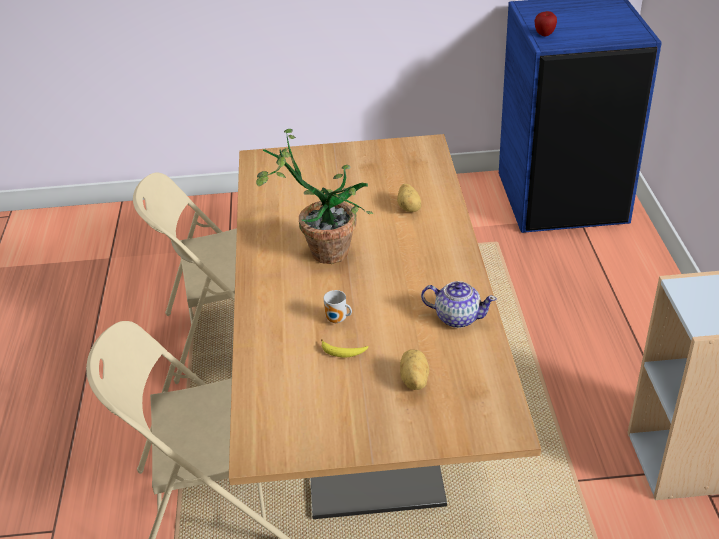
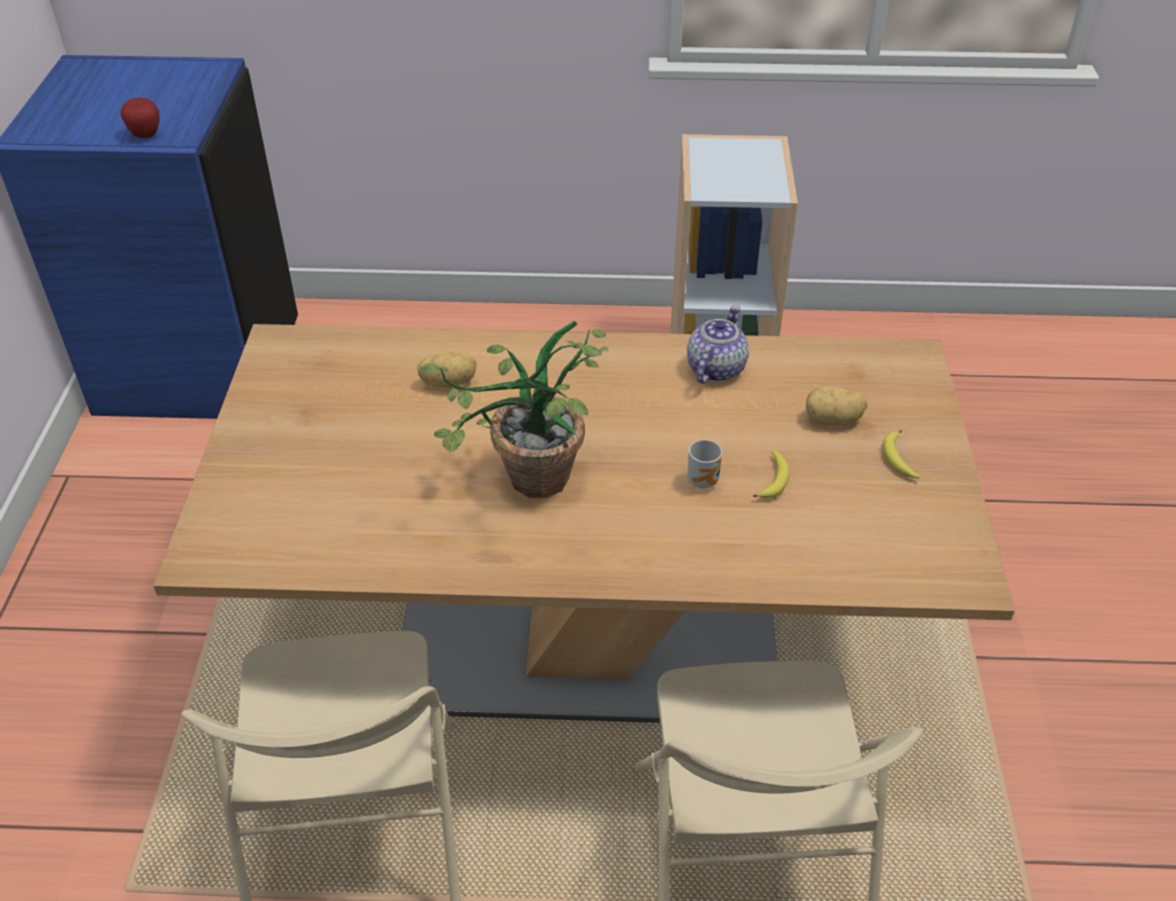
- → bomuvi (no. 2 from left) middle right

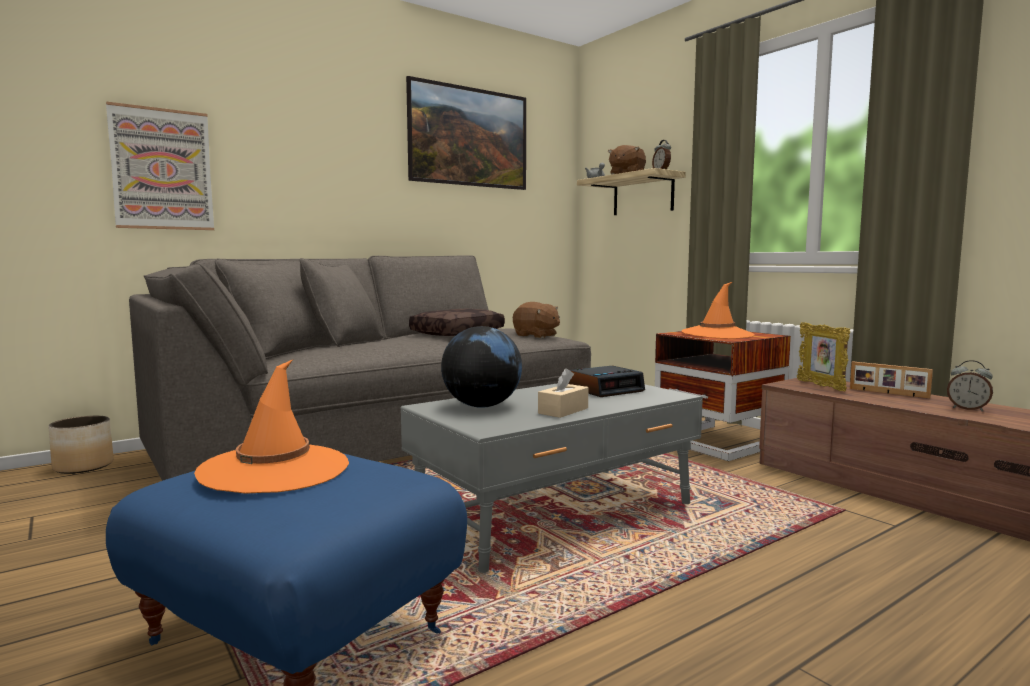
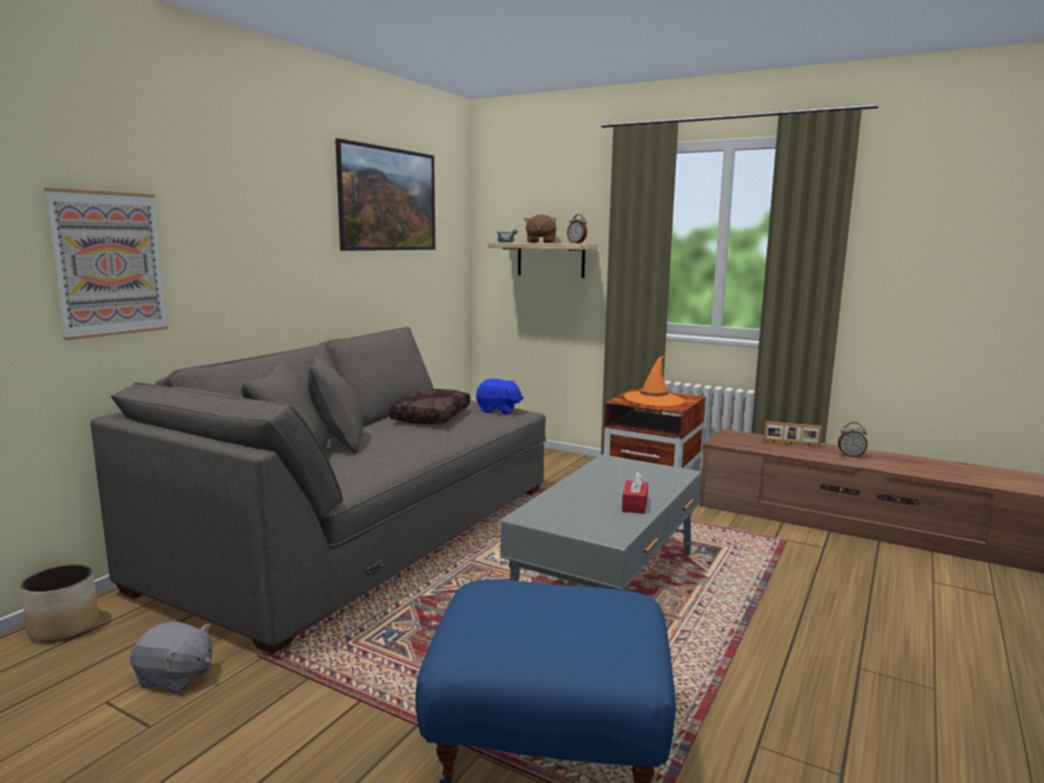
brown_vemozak (no. 1 from left) centre → blue_vemozak centre
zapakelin (no. 1 from left) middle right → -
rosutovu centre → -
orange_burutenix (no. 1 from left) middle left → -
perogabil (no. 1 from left) centre → -
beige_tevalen centre → red_tevalen centre
- → grey_vemozak bottom left

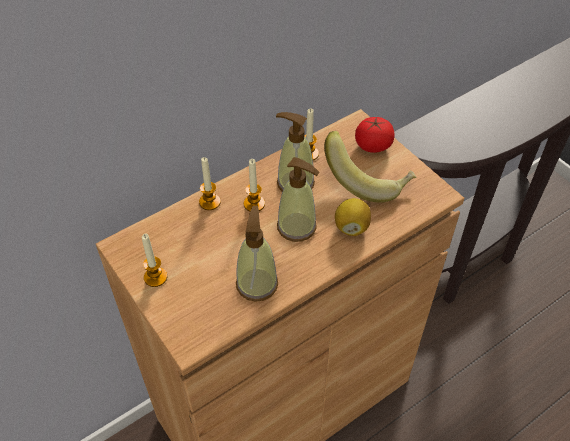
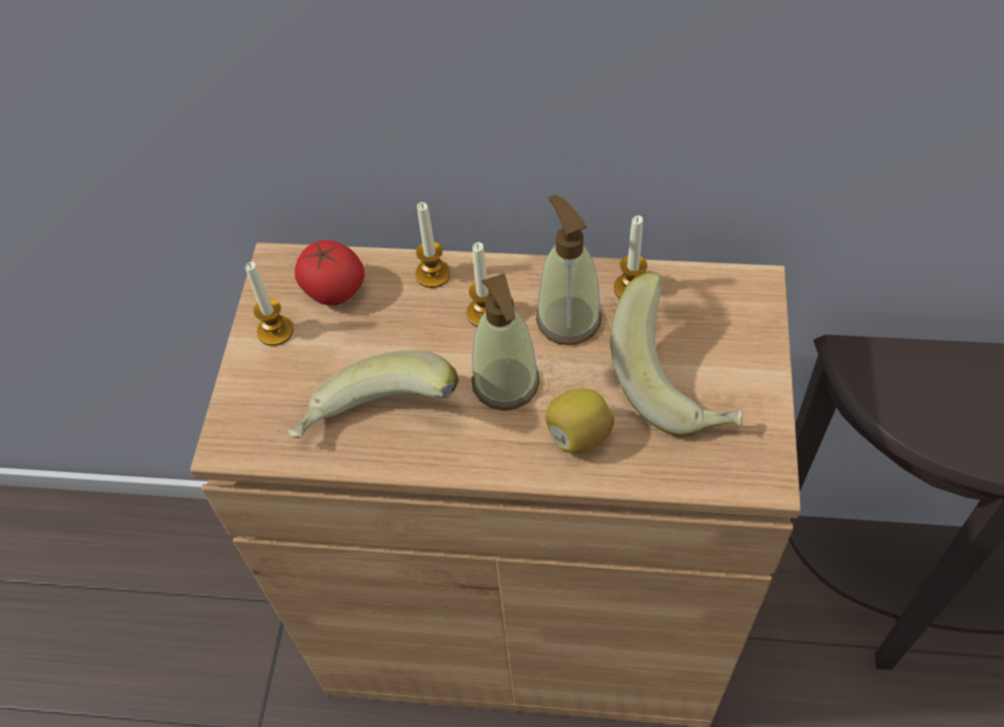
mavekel top centre → mavekel middle left, relocated
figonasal (no. 1 from left) centre → bomuvi (no. 1 from left) centre

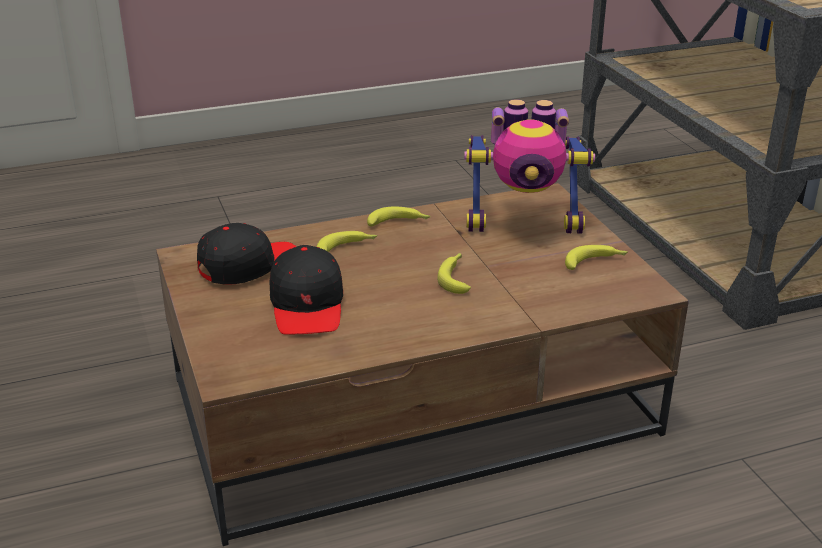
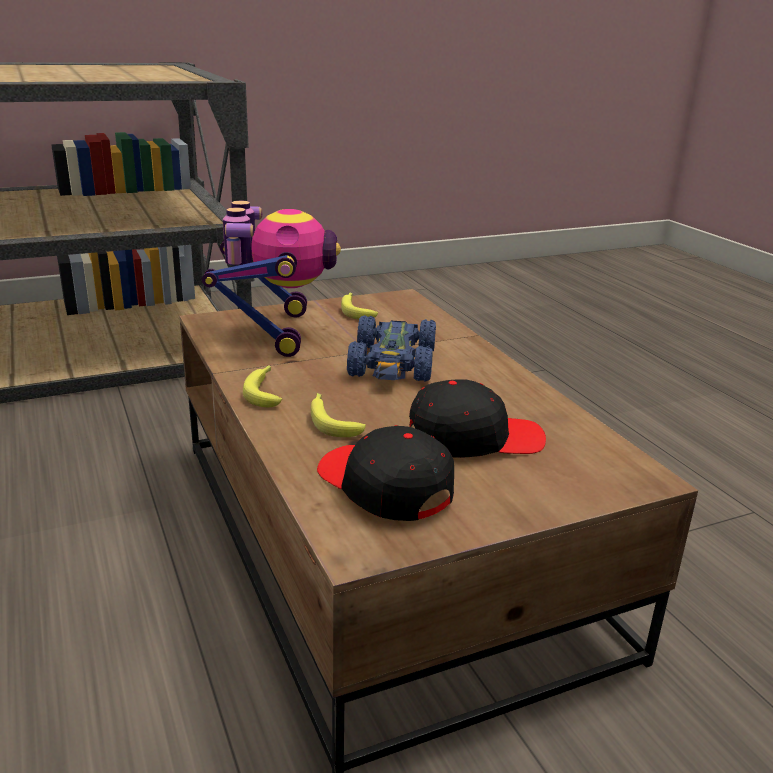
bomuvi (no. 3 from left) centre → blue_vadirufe centre

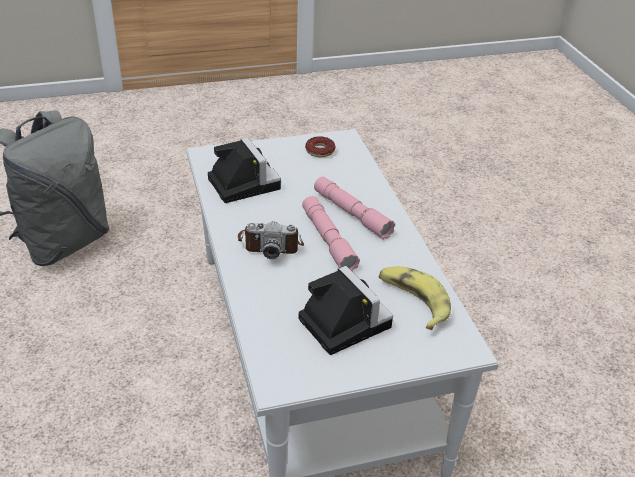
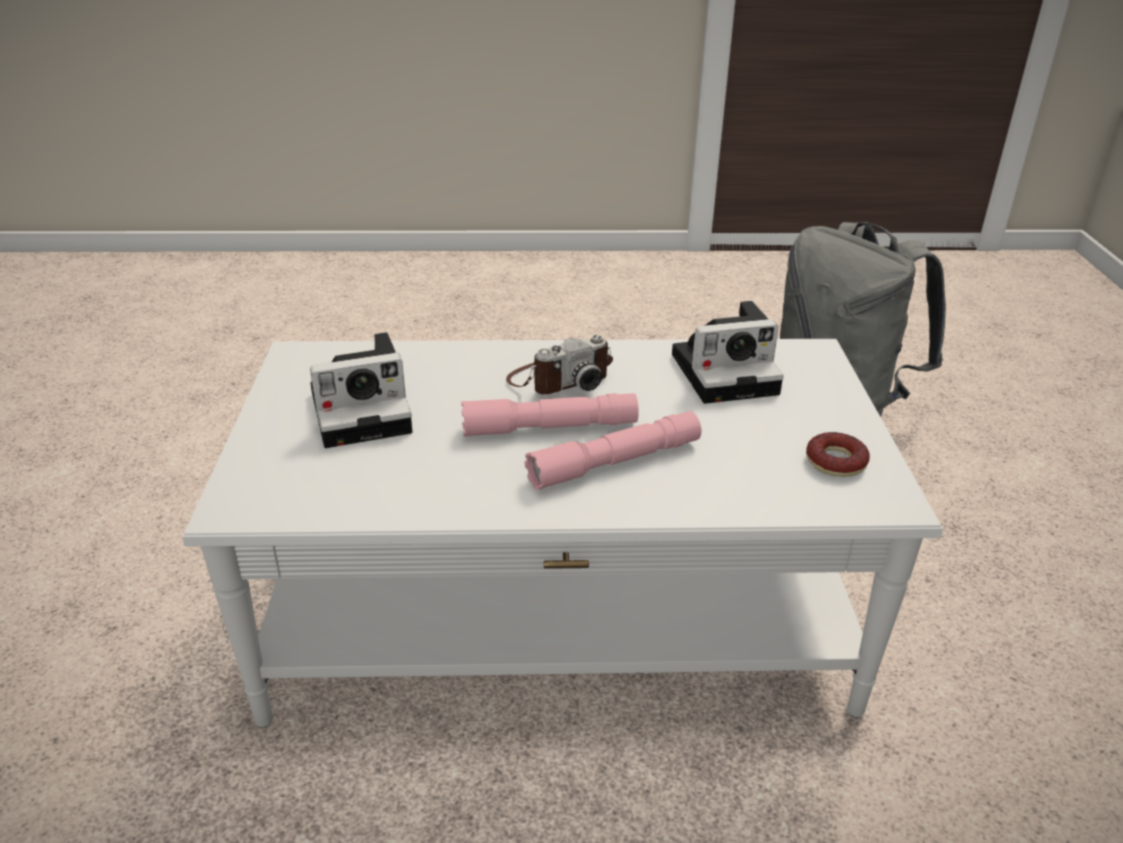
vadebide (no. 2 from left) centre, 135 degrees counterclockwise
bomuvi centre → -

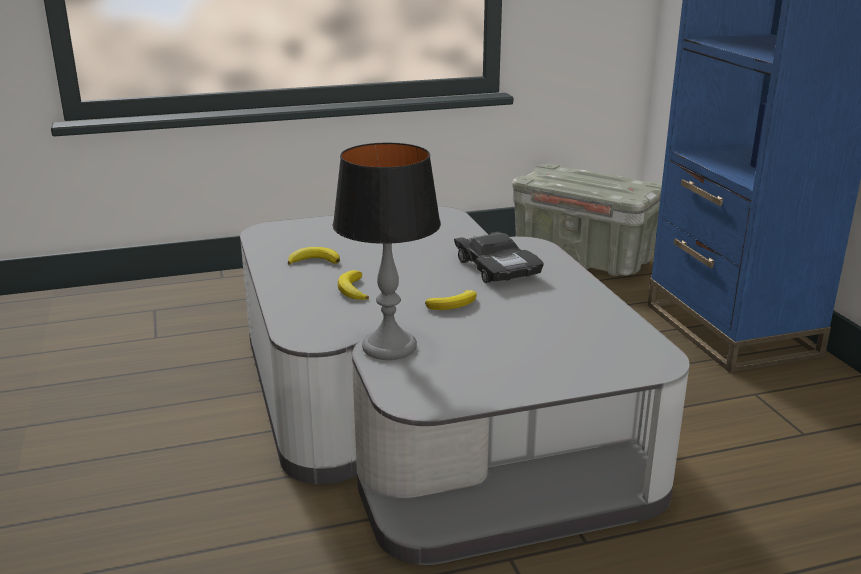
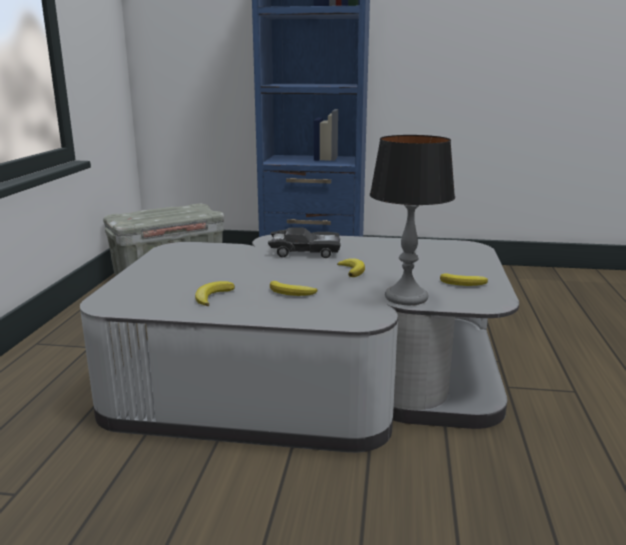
- → bomuvi (no. 4 from left) middle right

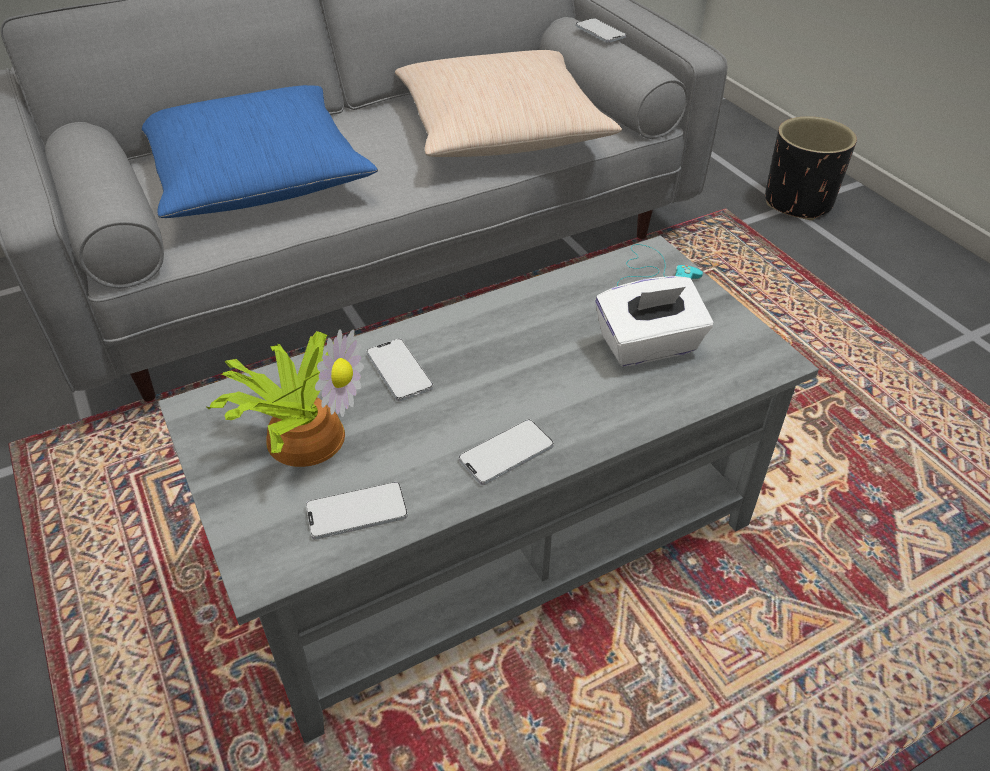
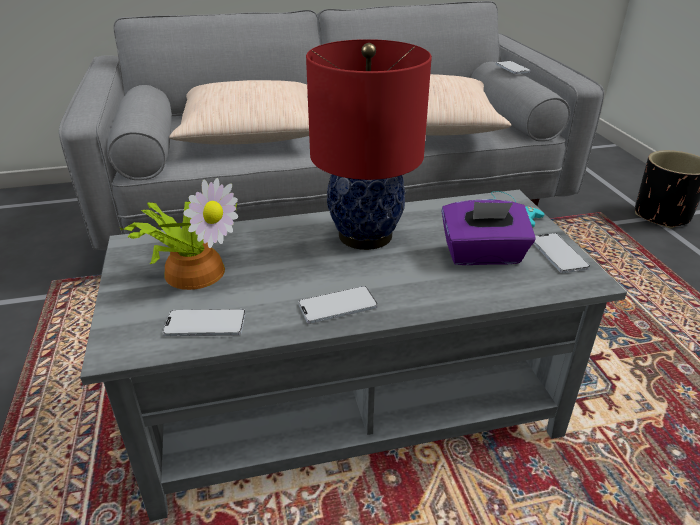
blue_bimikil top left → beige_bimikil (no. 1 from left) top centre
white_tevalen centre → purple_tevalen middle right
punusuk (no. 2 from left in the first image) centre → punusuk (no. 4 from left) middle right, relocated
- → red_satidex top centre

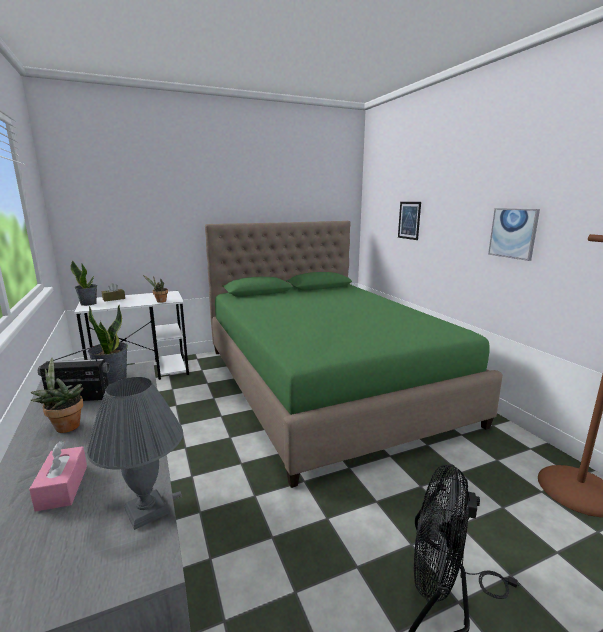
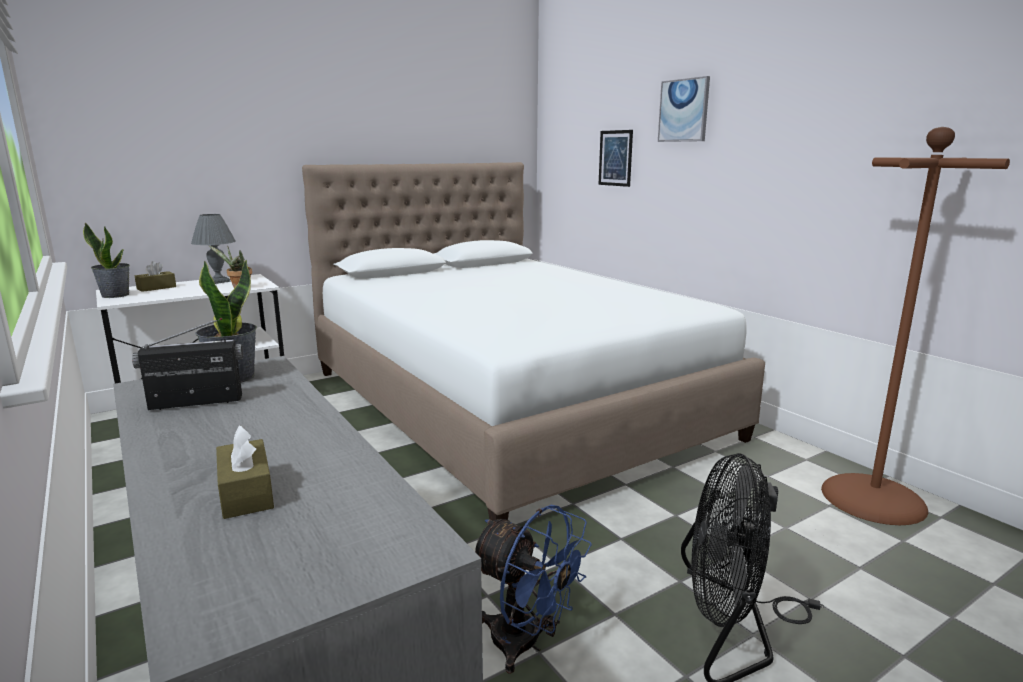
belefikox (no. 2 from left) middle right → belefikox (no. 2 from left) top right, relocated
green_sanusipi centre → white_sanusipi centre
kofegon (no. 1 from left) middle left → -
grey_satidex bottom left → grey_satidex middle left, relocated
pink_tevalen bottom left → brown_tevalen (no. 2 from left) bottom left
- → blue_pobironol bottom centre

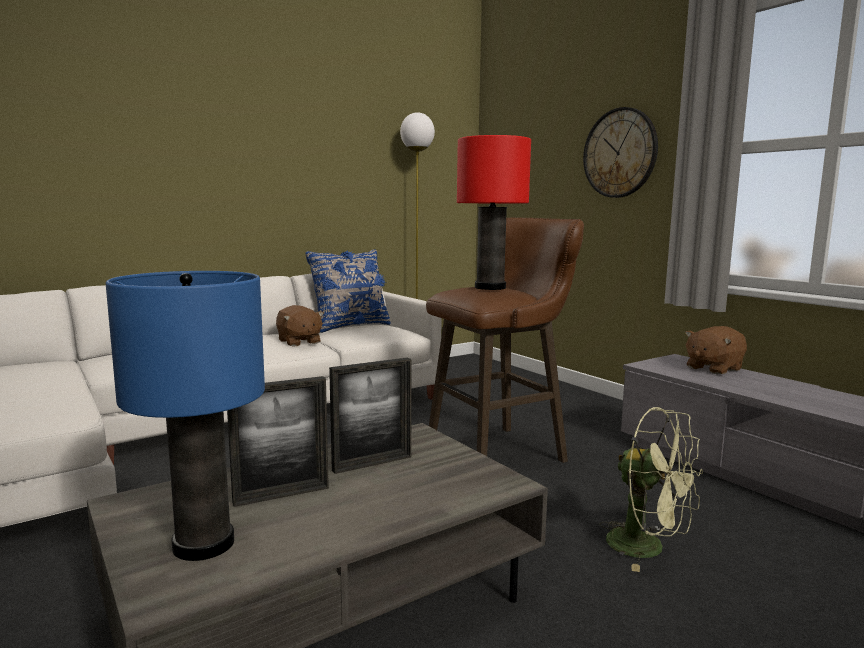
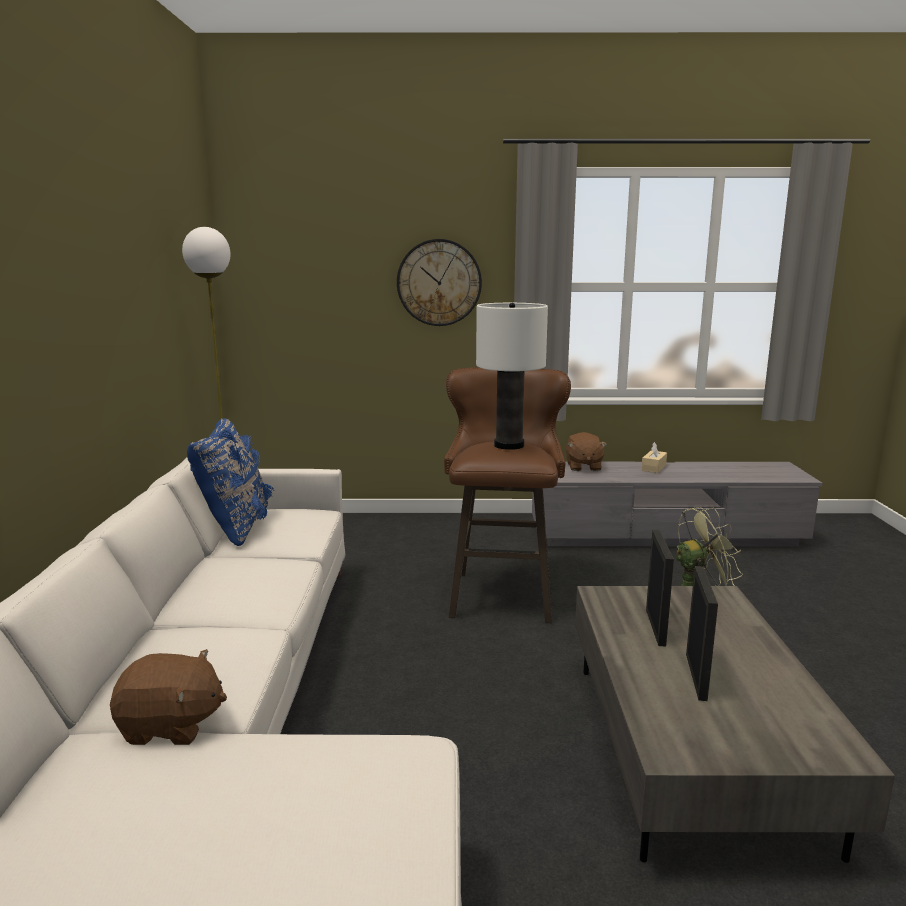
red_satidex top centre → white_satidex centre
blue_satidex middle left → -
brown_vemozak (no. 1 from left) centre → brown_vemozak (no. 1 from left) bottom left, relocated
- → beige_tevalen middle right

